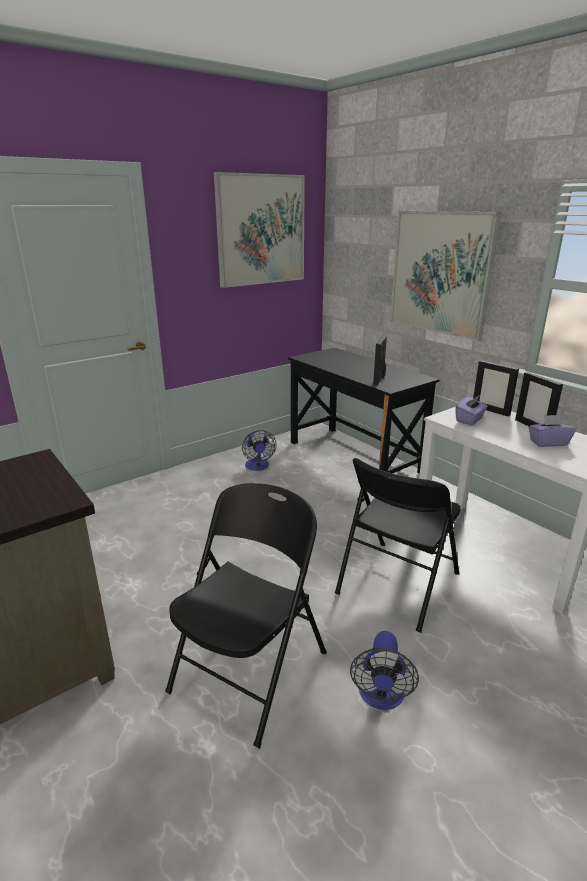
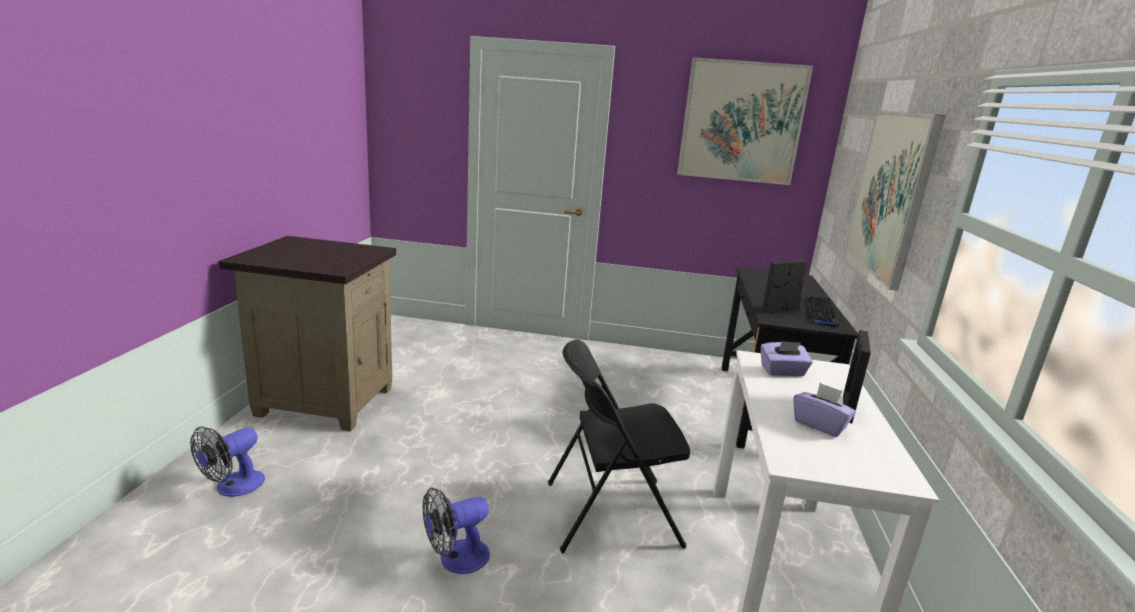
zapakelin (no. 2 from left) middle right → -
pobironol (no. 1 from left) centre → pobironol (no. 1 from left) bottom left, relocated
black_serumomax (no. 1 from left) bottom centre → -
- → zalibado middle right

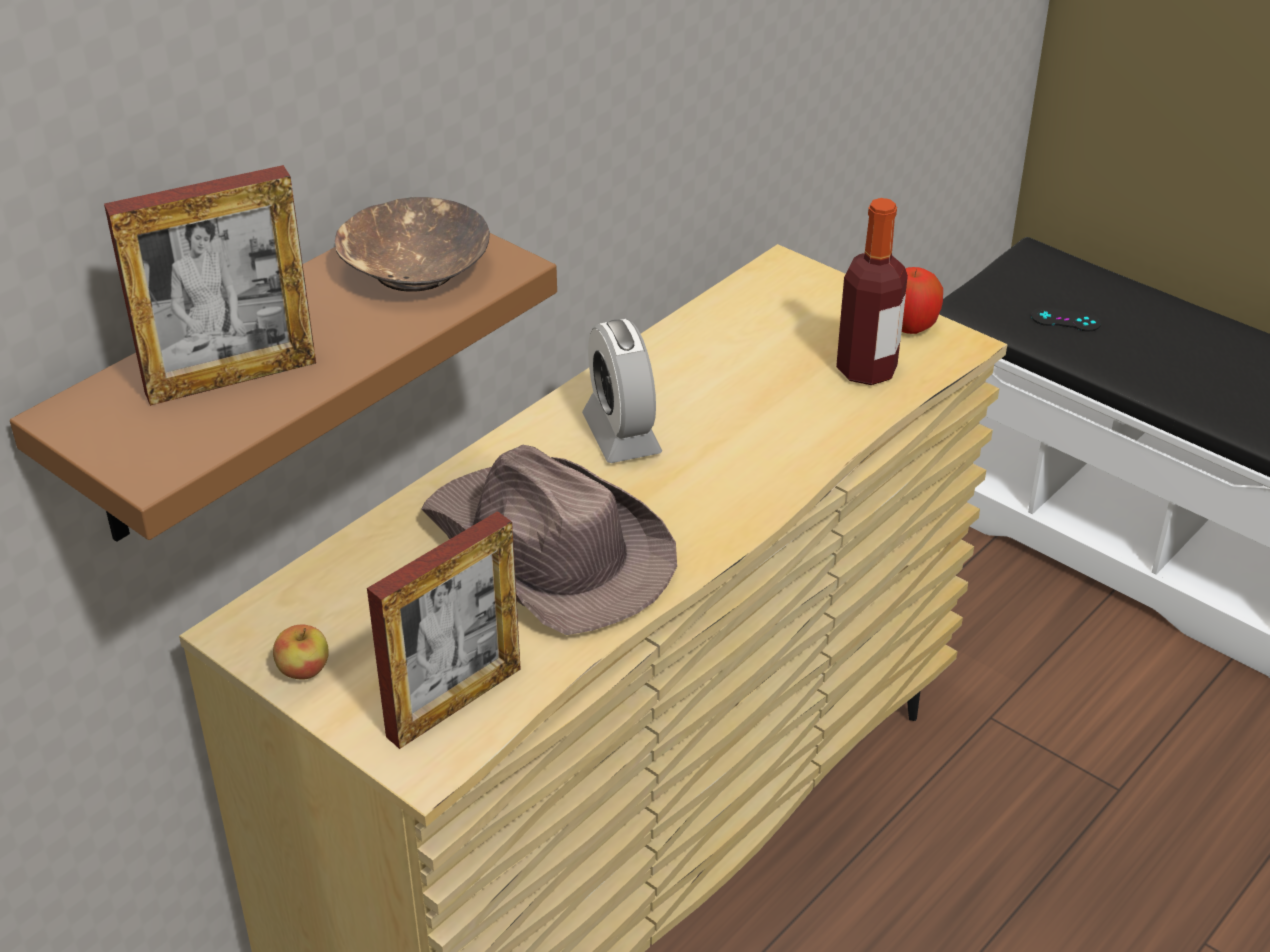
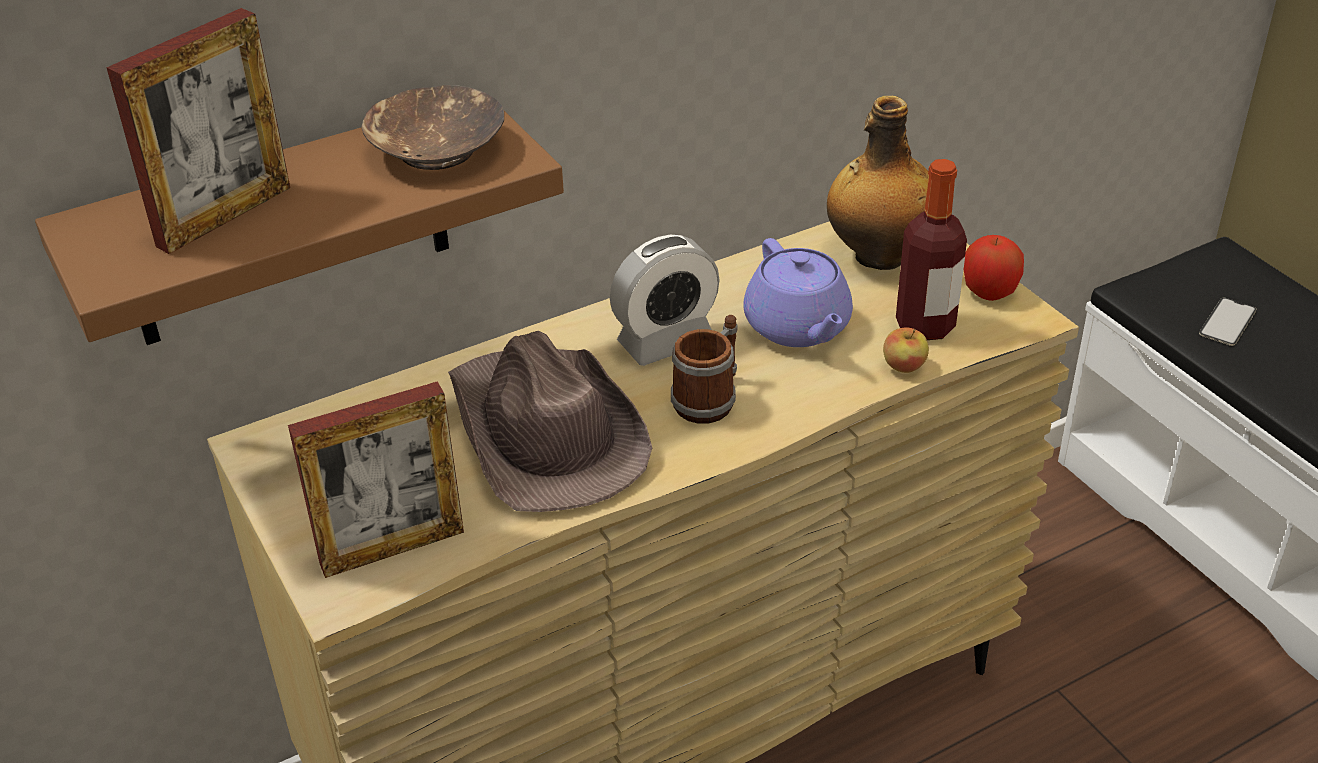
zapakelin (no. 1 from left) top left, 45 degrees counterclockwise
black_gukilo middle right → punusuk middle right
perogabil centre, 120 degrees counterclockwise
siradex (no. 1 from left) bottom left → siradex (no. 1 from left) middle right, relocated
- → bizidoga (no. 1 from left) top centre
- → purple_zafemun centre
- → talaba centre

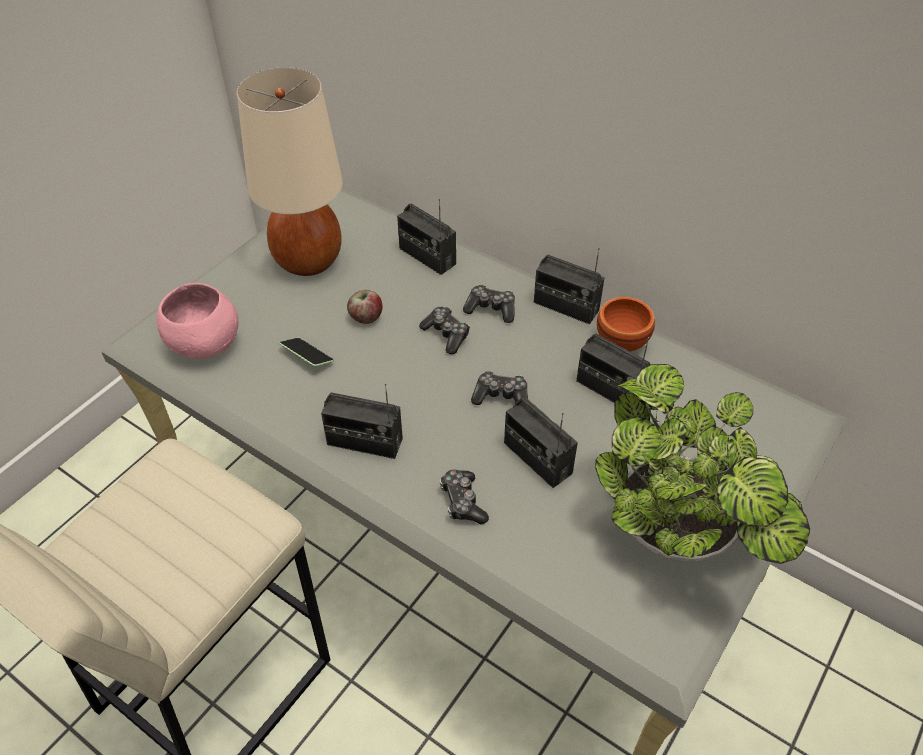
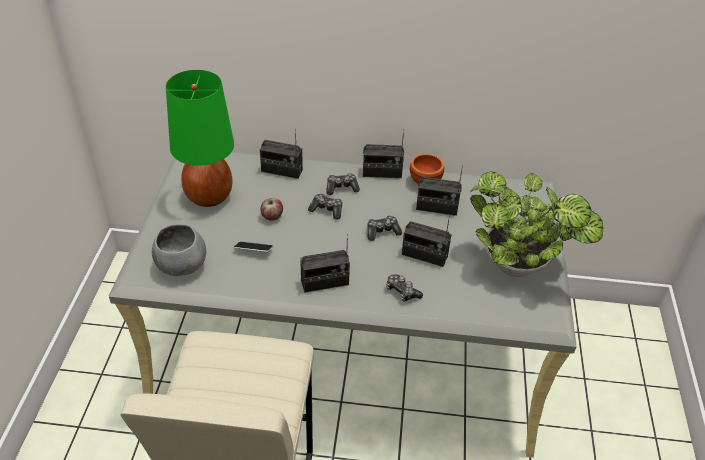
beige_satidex top left → green_satidex top left
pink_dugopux middle left → grey_dugopux middle left

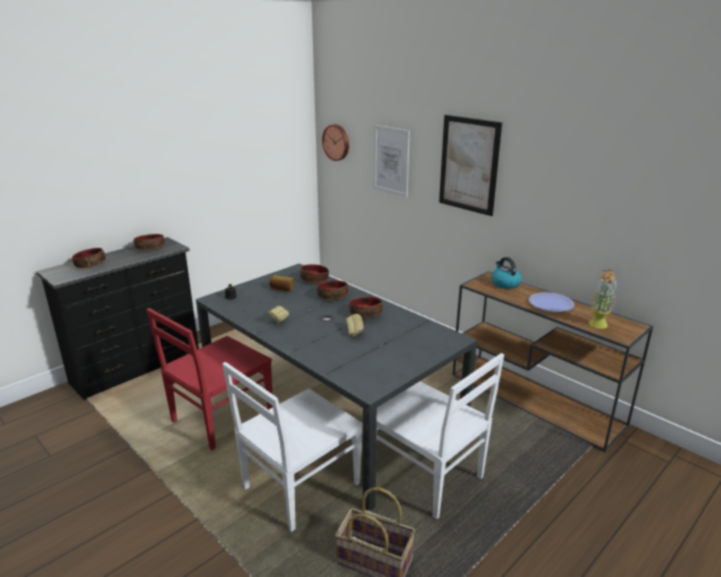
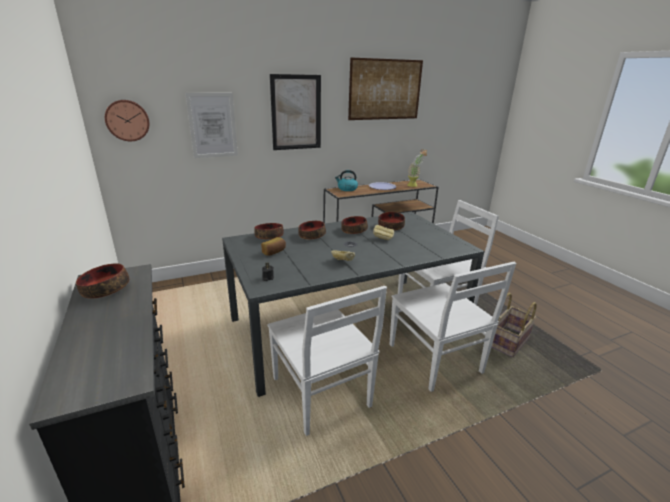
dugopux (no. 1 from left in the first image) middle left → dugopux (no. 5 from left) centre, relocated
red_serumomax middle left → white_serumomax (no. 1 from left) bottom centre
- → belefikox (no. 3 from left) top centre

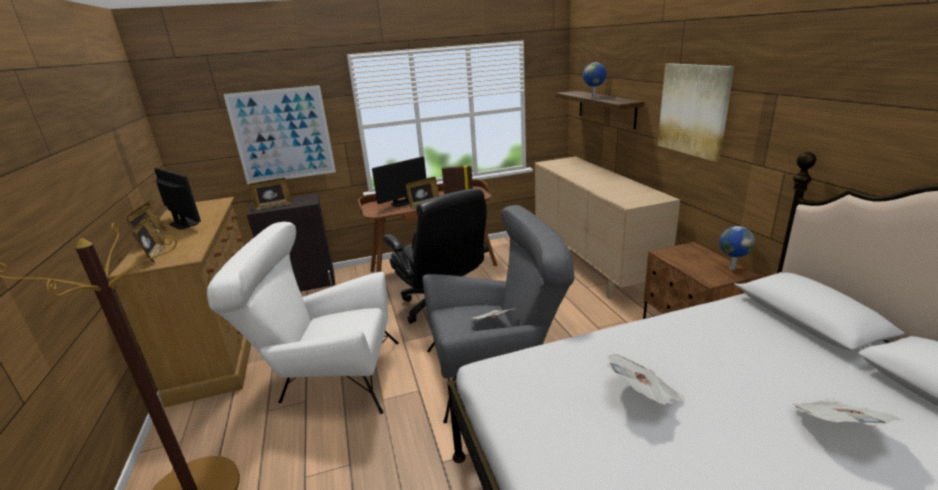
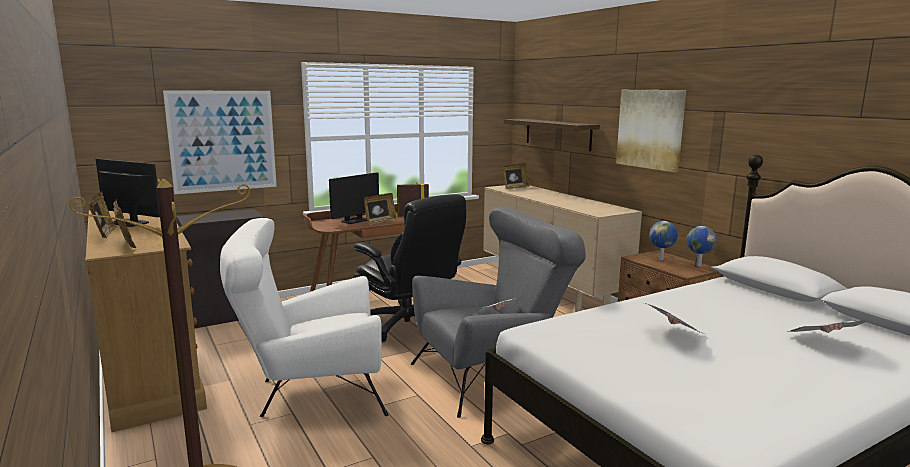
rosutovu (no. 1 from left) top centre → rosutovu (no. 1 from left) middle right, relocated
zapakelin (no. 3 from left in the first image) middle left → zapakelin (no. 5 from left) centre, relocated

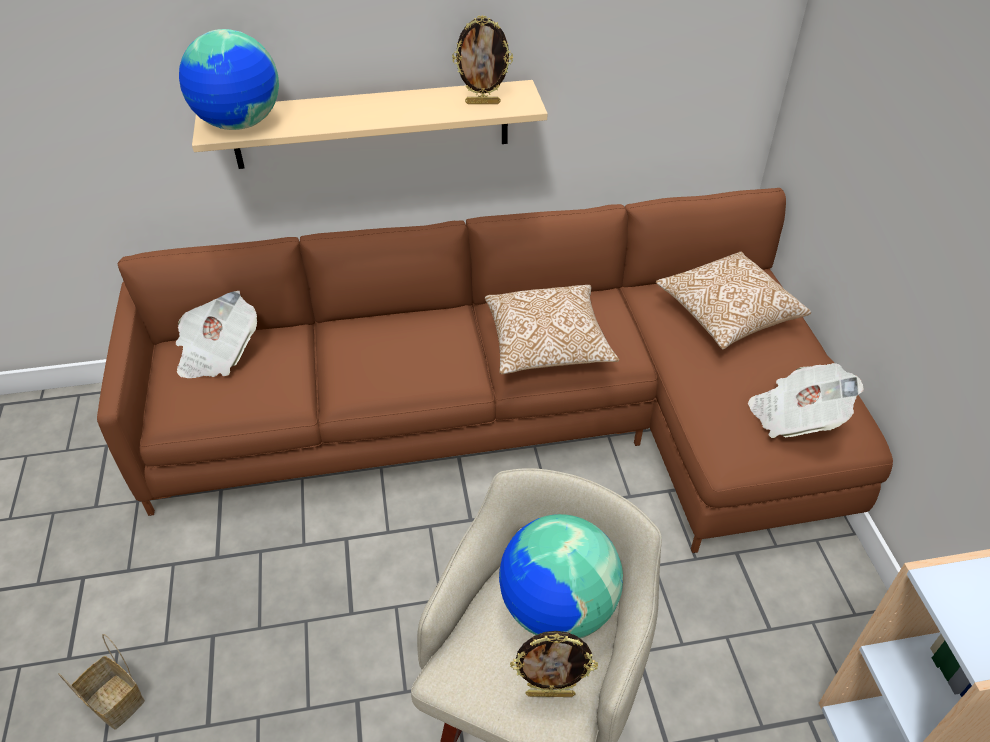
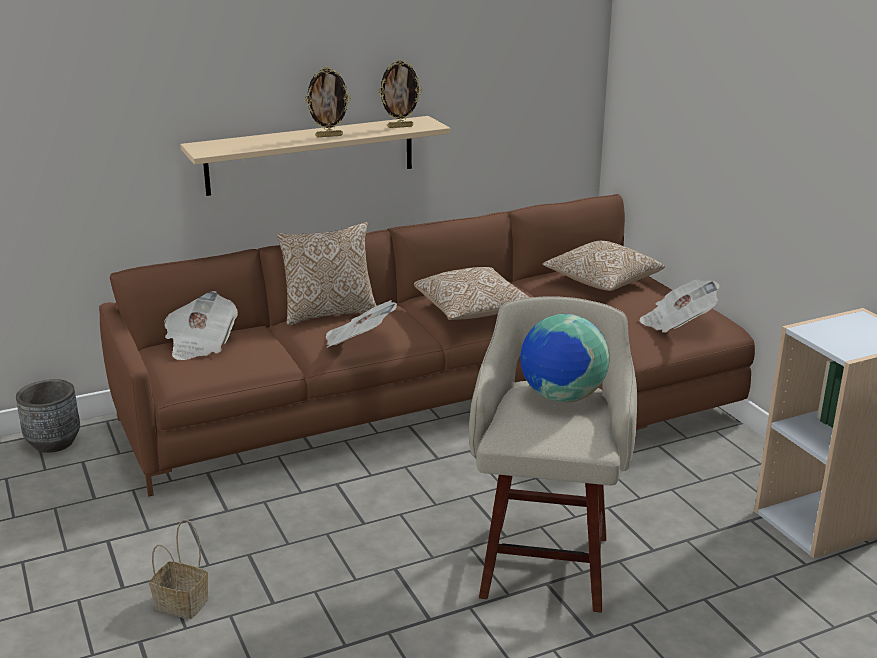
rosutovu (no. 1 from left) top left → -
zapakelin (no. 2 from left in the first image) bottom centre → zapakelin (no. 1 from left) top centre, relocated
- → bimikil (no. 1 from left) centre
- → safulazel (no. 2 from left) centre
- → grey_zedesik middle left

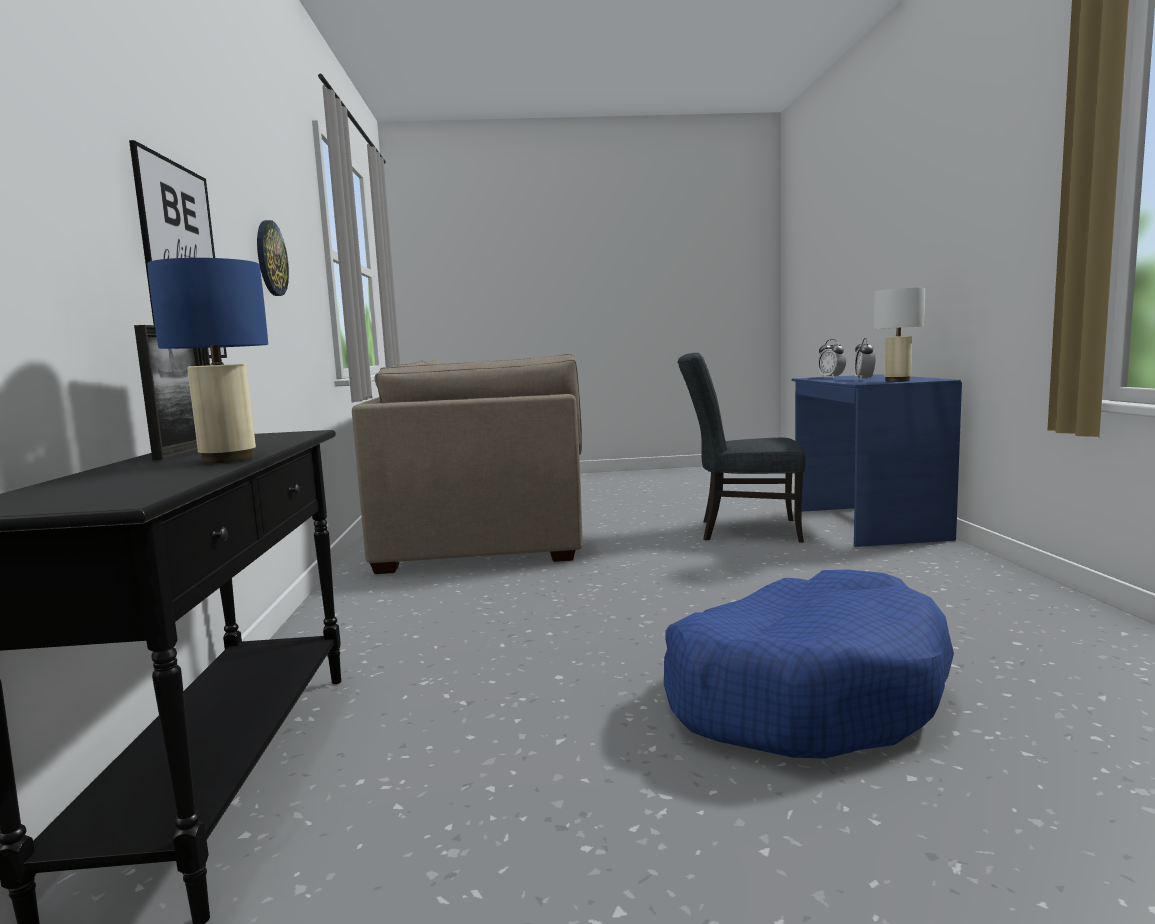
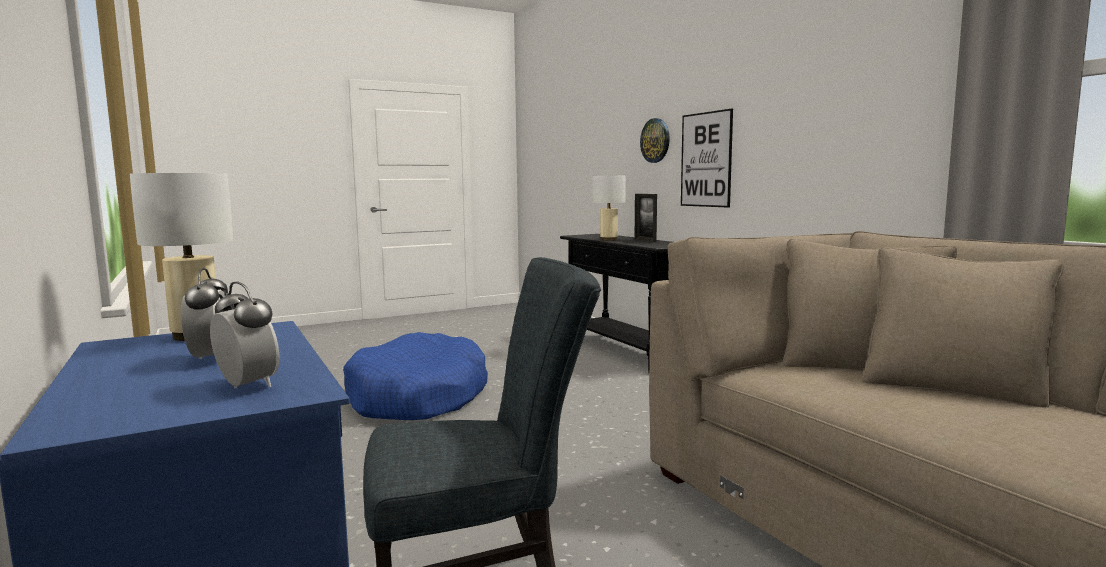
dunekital top left → dunekital top centre, relocated
blue_satidex middle left → white_satidex (no. 2 from left) centre

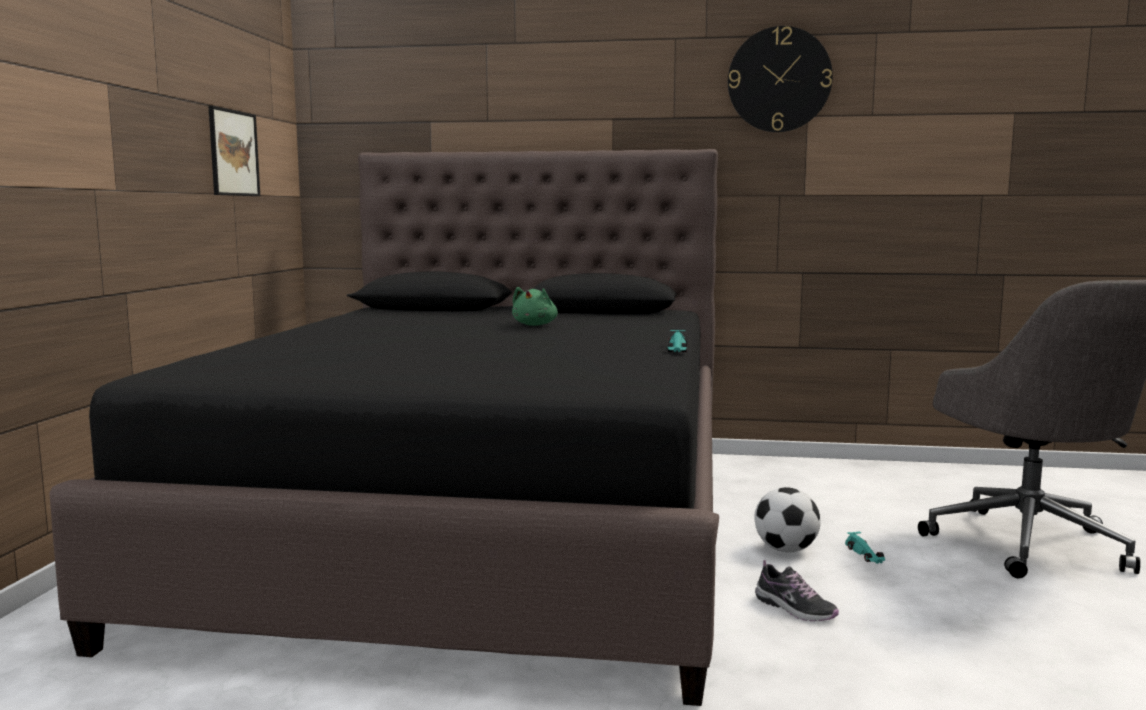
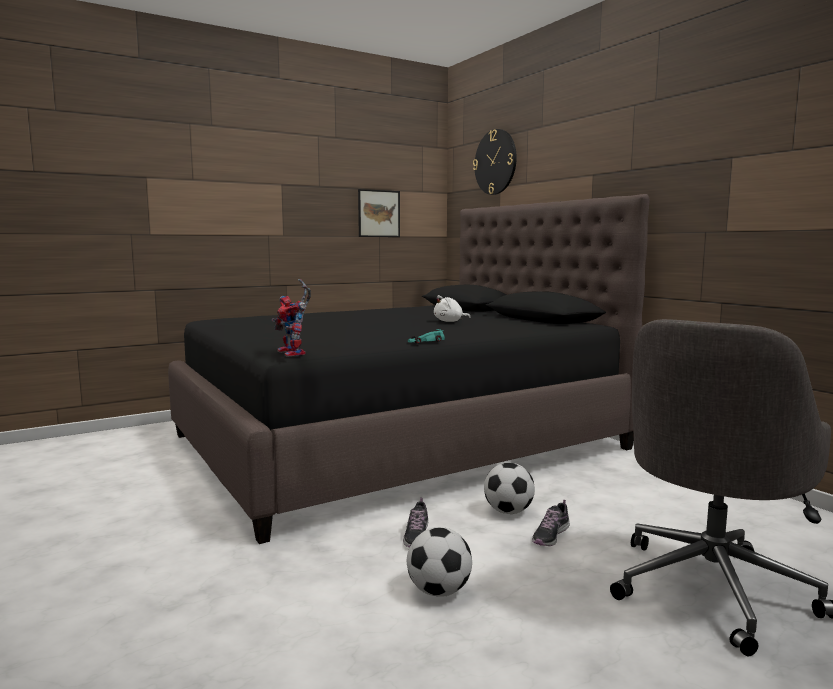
dunekital top right → dunekital top centre, relocated
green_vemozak centre → white_vemozak centre
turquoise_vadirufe (no. 2 from left) bottom right → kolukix (no. 2 from left) bottom centre
- → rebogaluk centre
- → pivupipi (no. 1 from left) bottom centre

